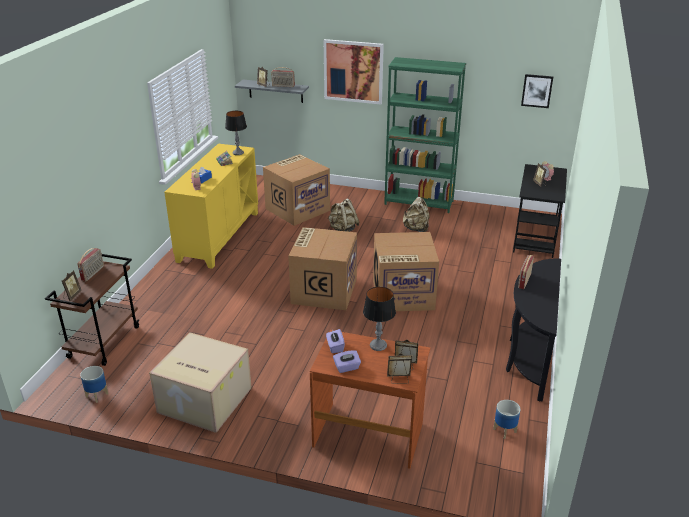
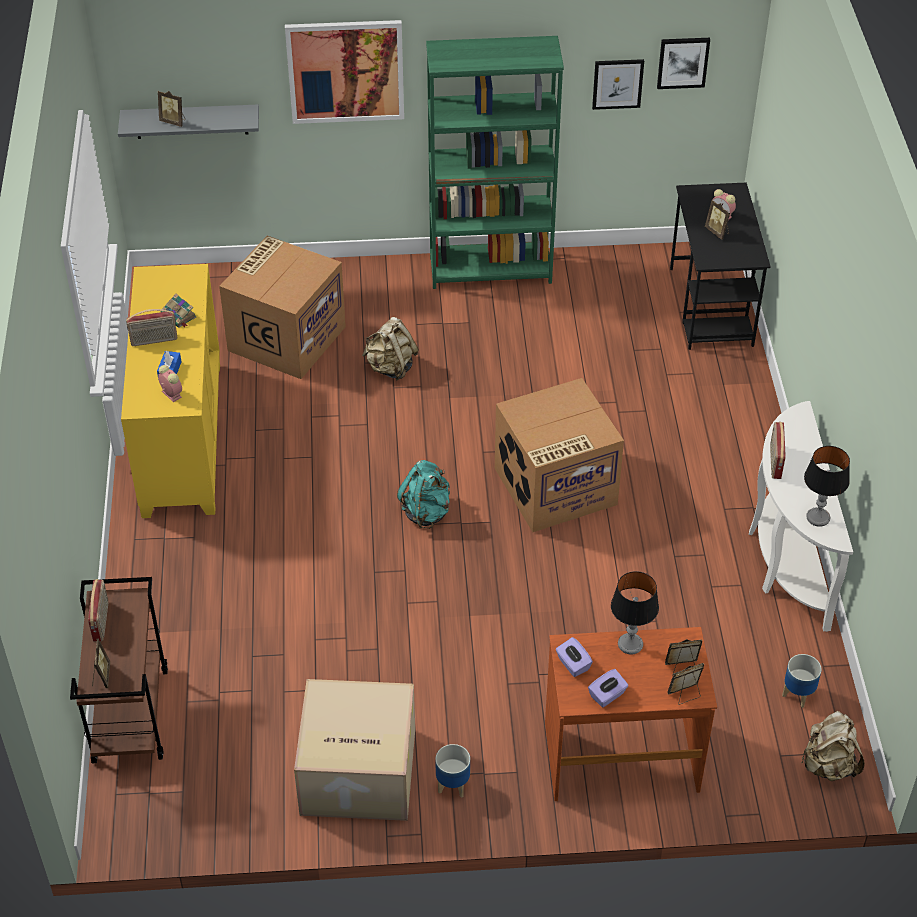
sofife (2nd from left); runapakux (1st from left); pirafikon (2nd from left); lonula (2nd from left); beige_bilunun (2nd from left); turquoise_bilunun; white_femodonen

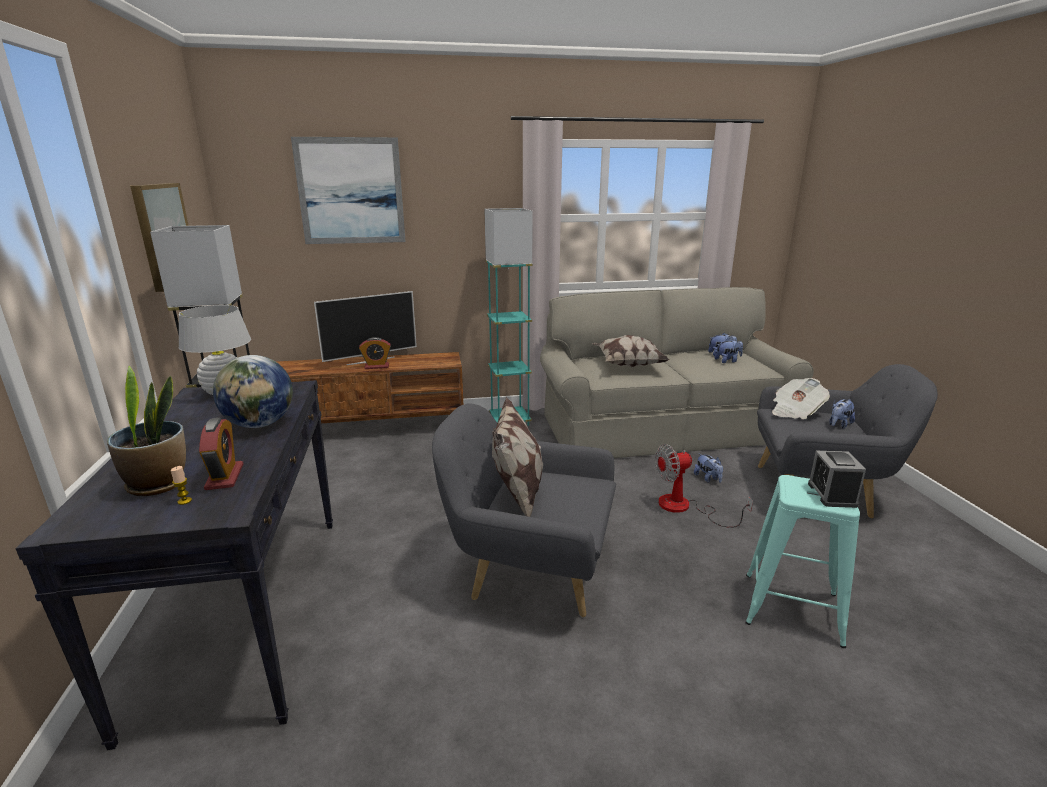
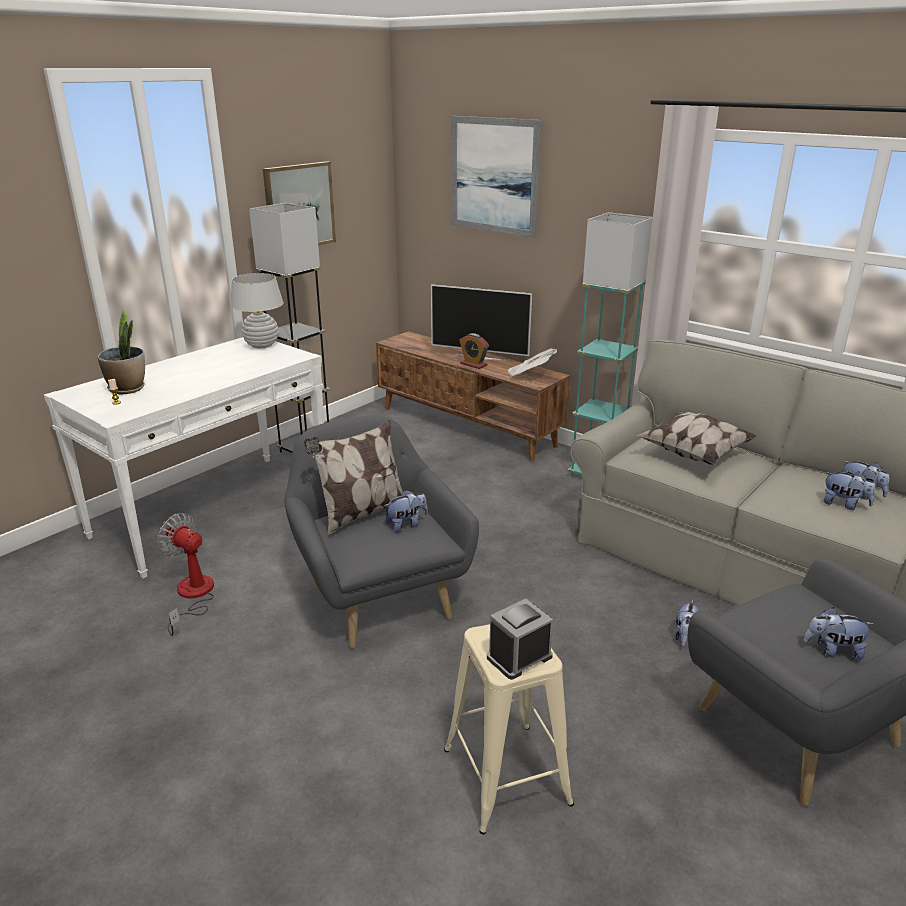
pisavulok (1st from left in the first image); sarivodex; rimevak (1st from left); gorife; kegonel; white_femodonen; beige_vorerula

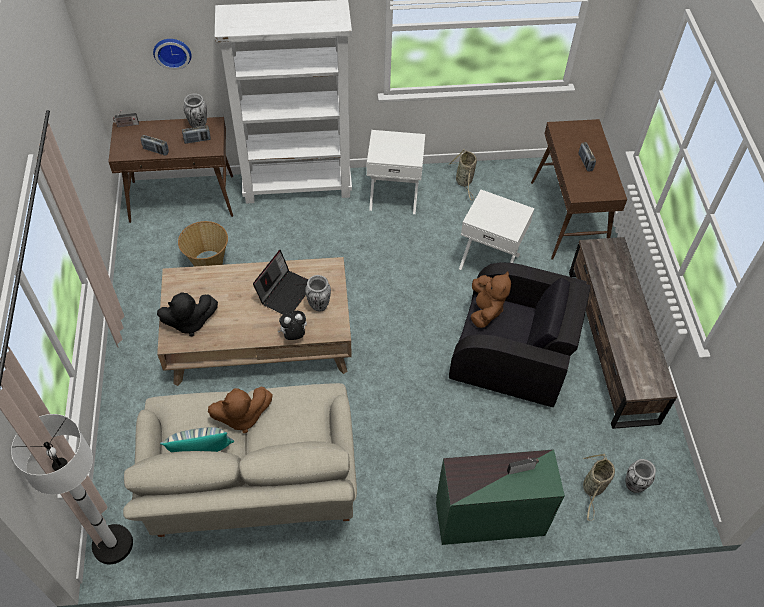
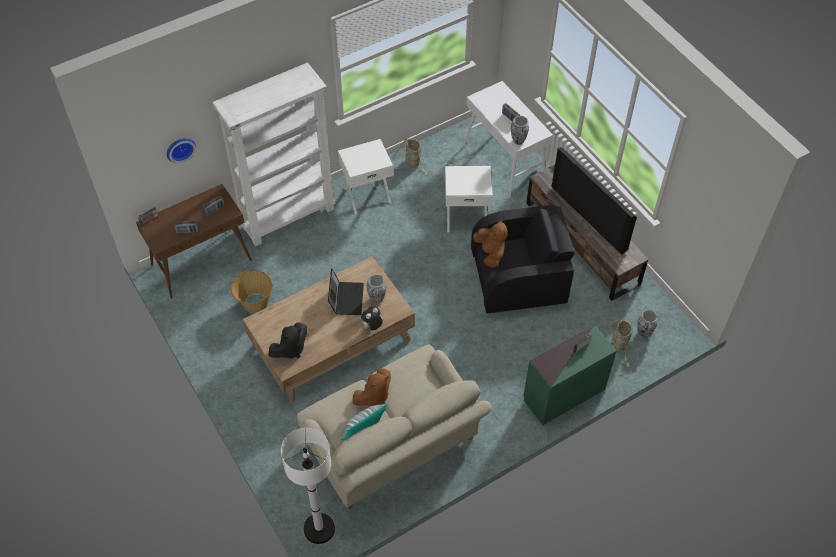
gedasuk; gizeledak (2nd from left); white_femodonen

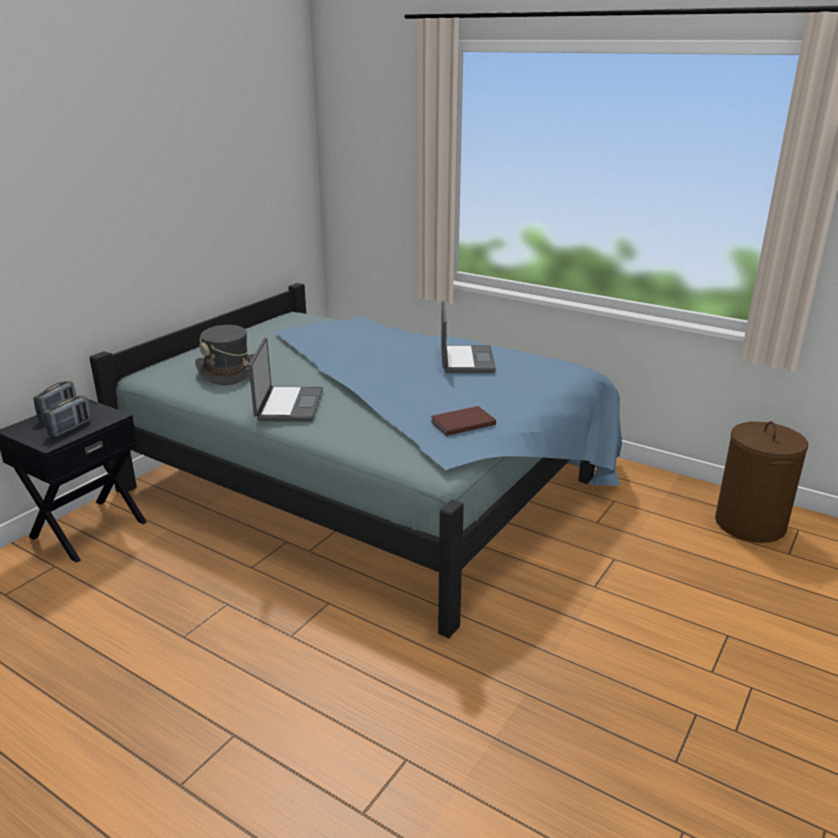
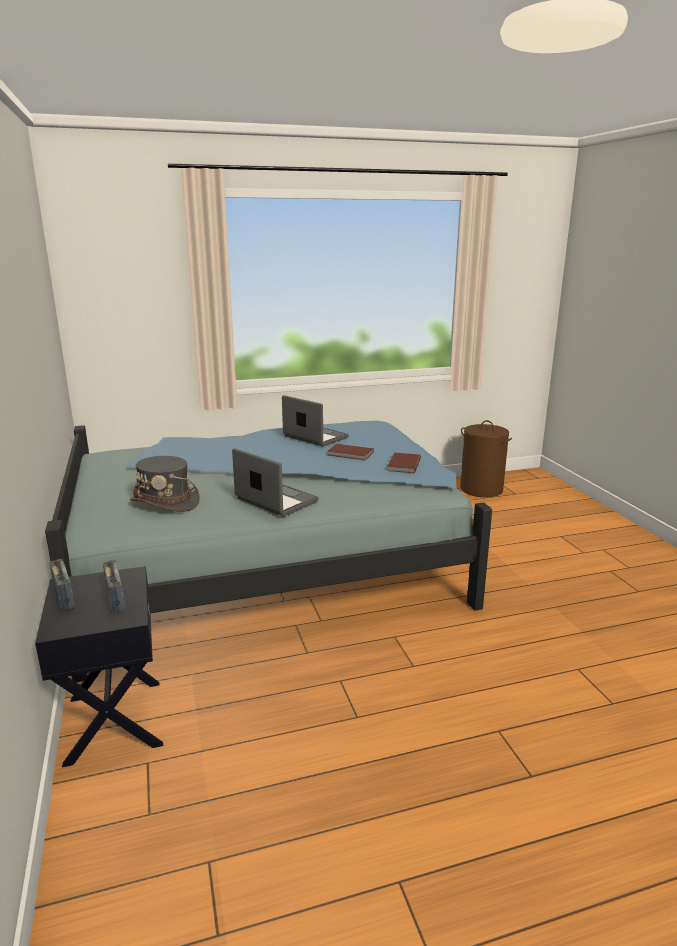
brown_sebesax (1st from left)

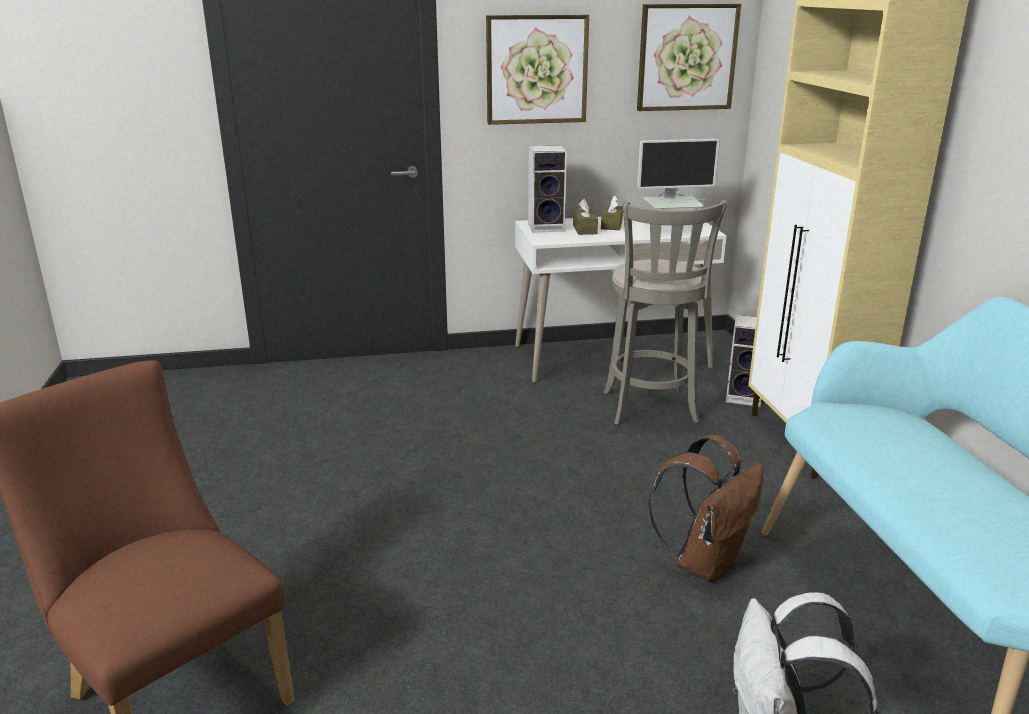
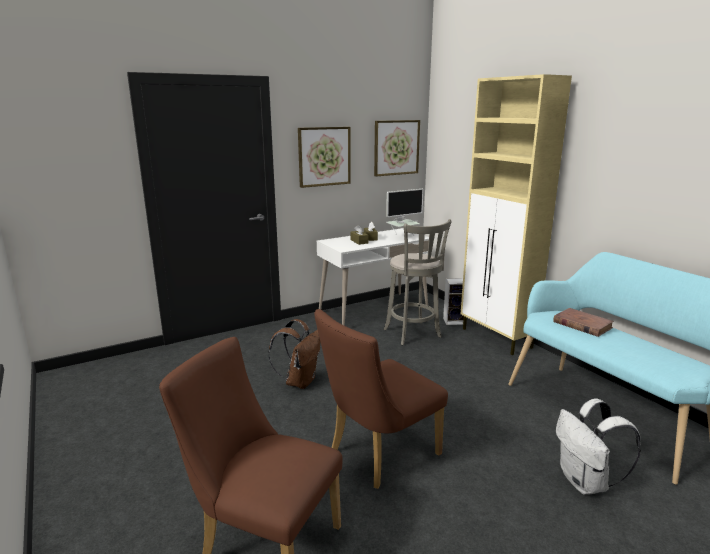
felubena (1st from left in the first image); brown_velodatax (2nd from left); brown_sebesax; brown_bilunun

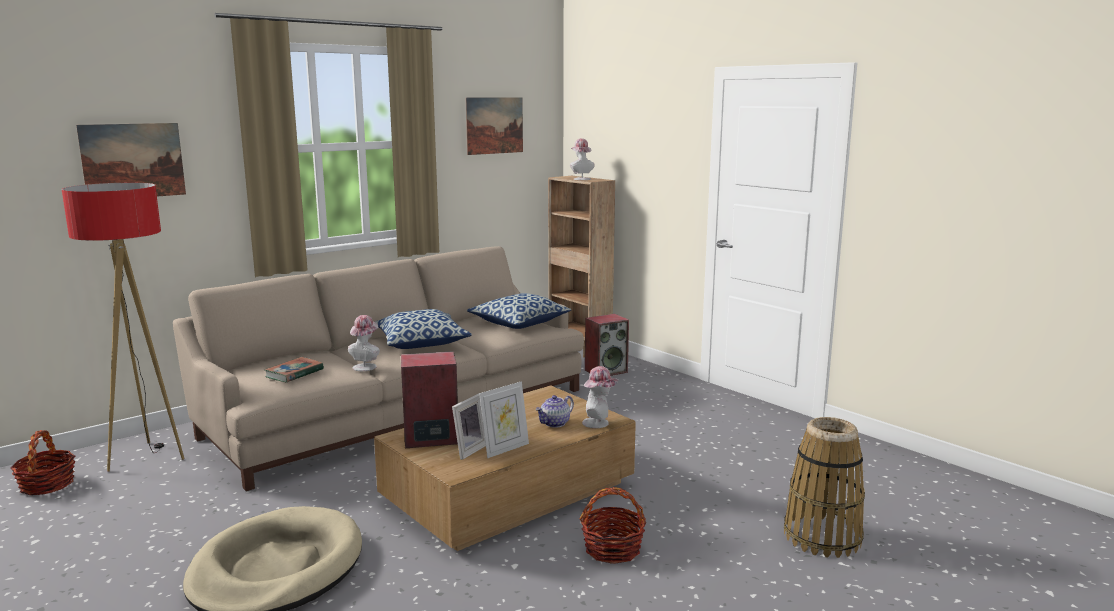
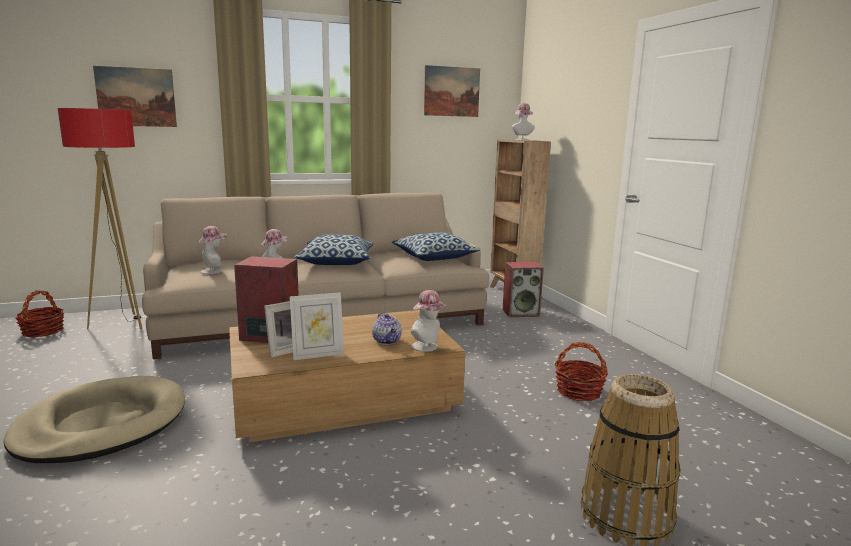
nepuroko (2nd from left); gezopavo (1st from left); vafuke

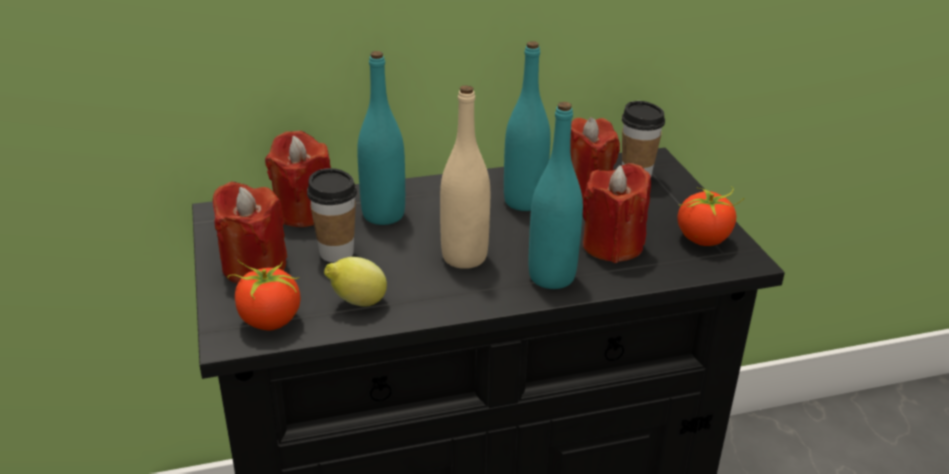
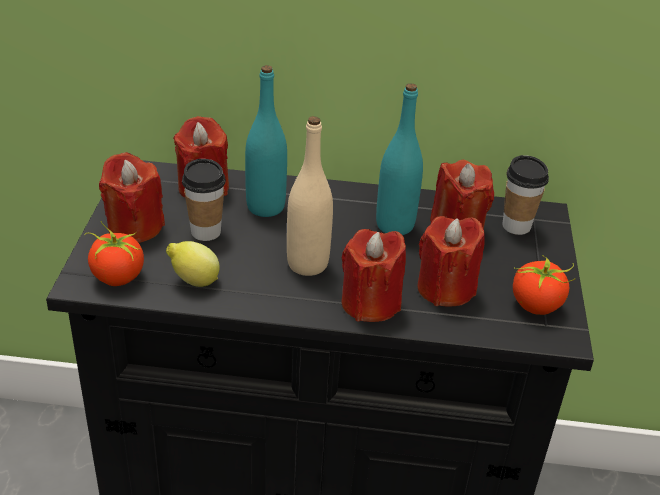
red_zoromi (3rd from left)

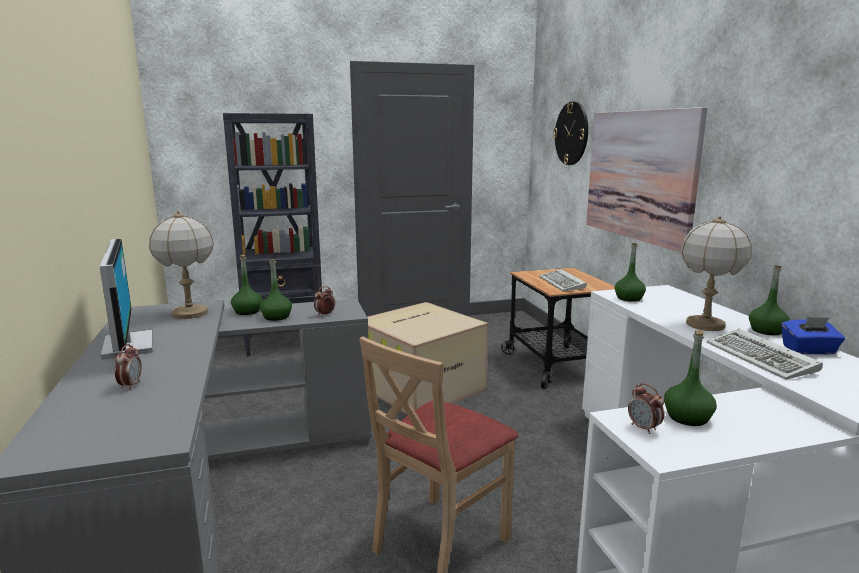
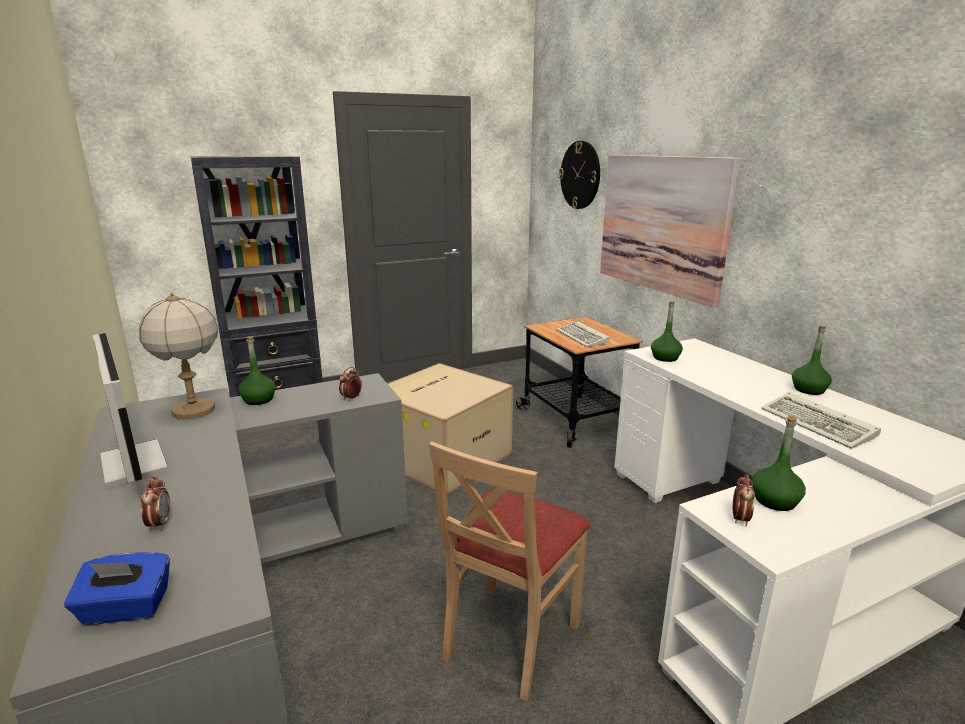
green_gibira (2nd from left in the first image); pirafikon (2nd from left in the first image); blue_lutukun; pisavulok (3rd from left)

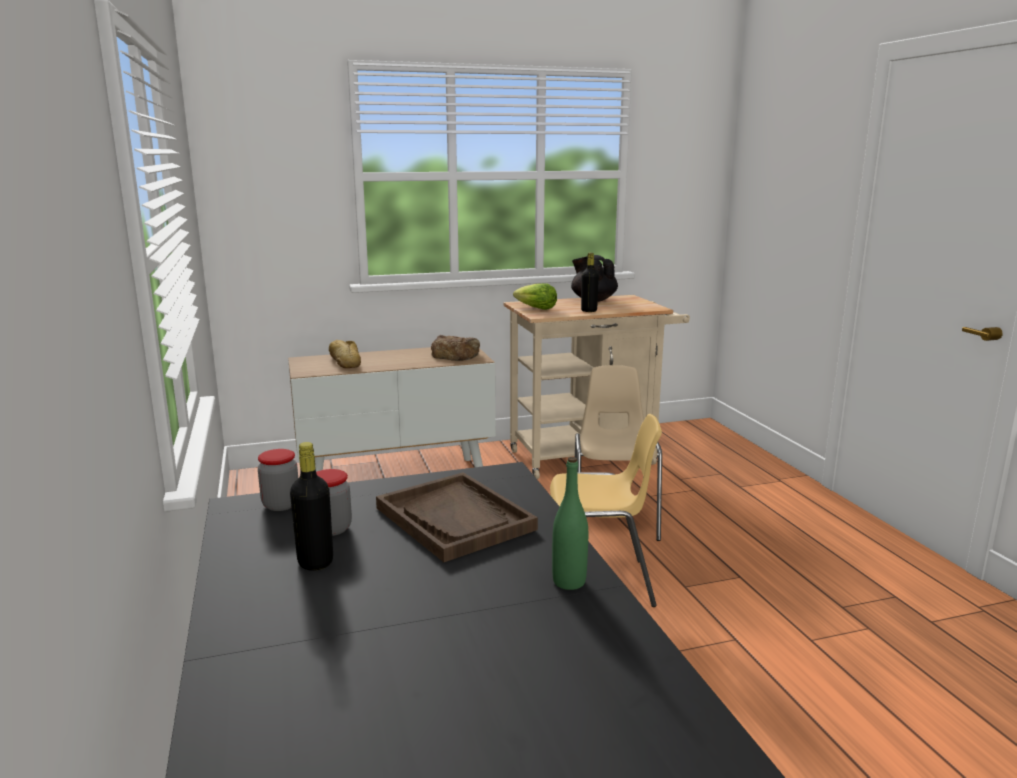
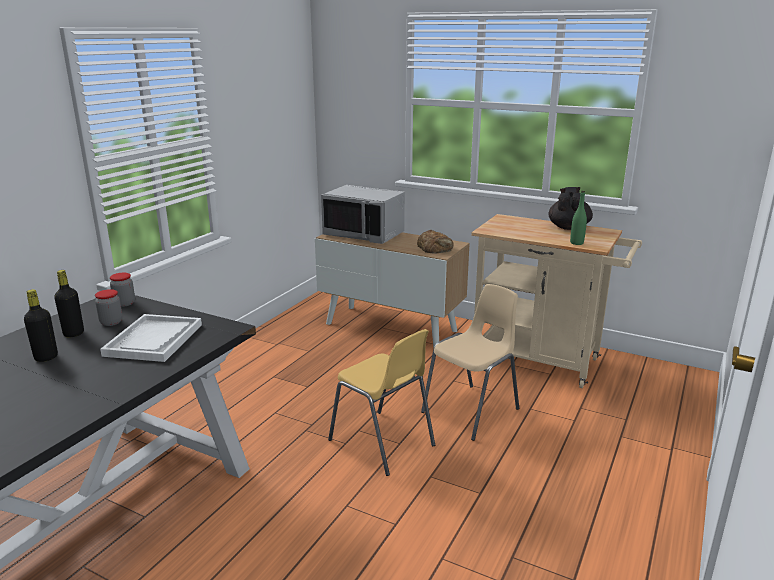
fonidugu; green_gibira; black_gibira (1st from left); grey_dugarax; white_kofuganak

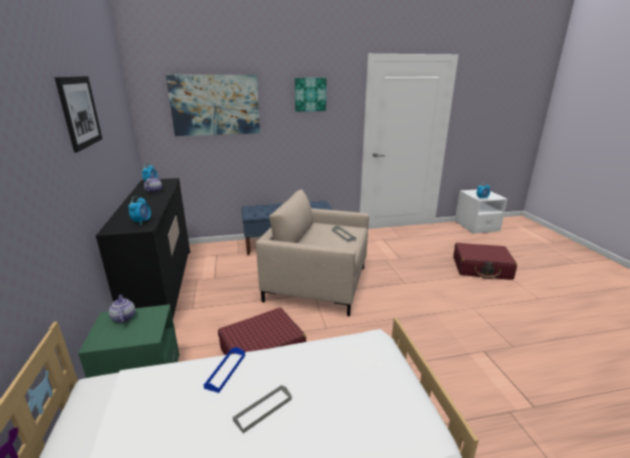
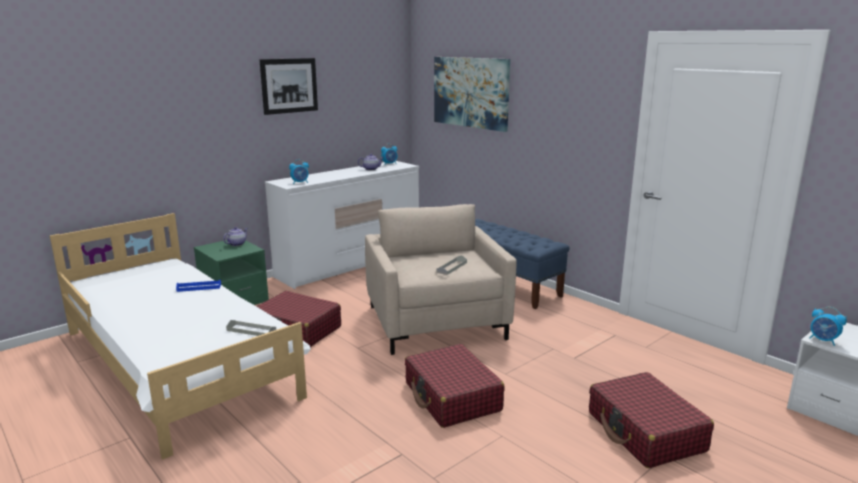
sofife (3rd from left in the first image); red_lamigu (2nd from left); grey_kofuganak (1st from left); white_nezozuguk

